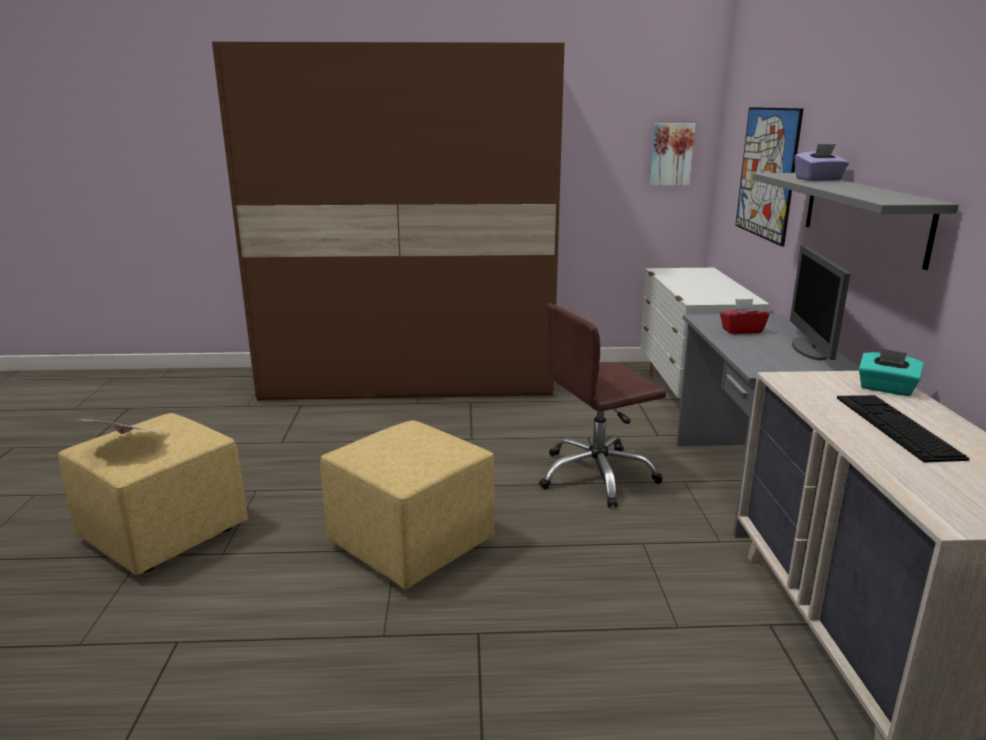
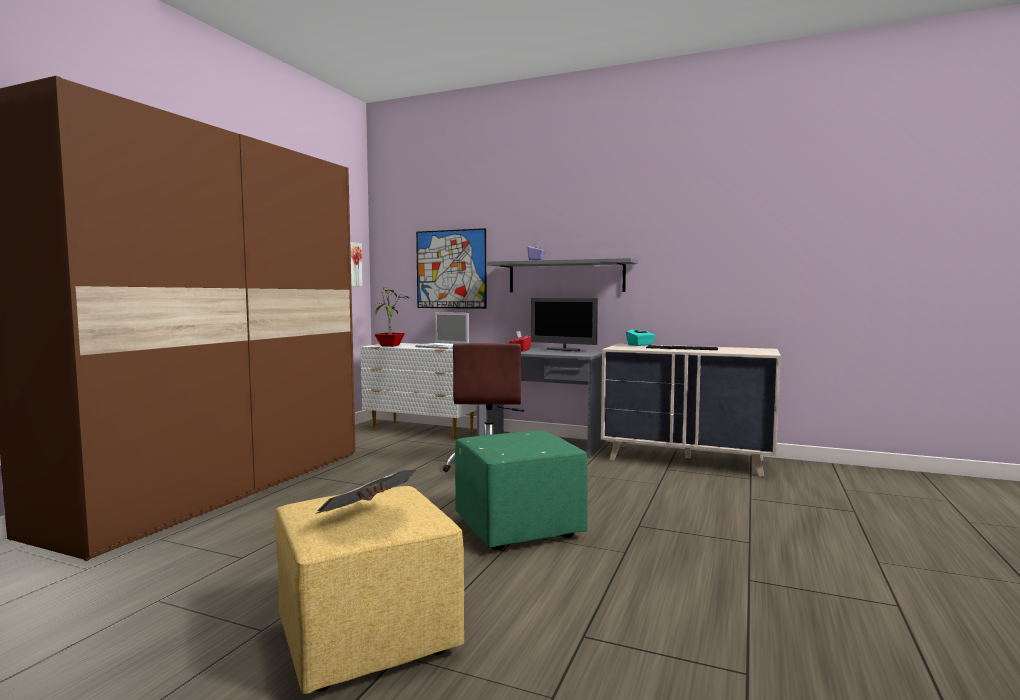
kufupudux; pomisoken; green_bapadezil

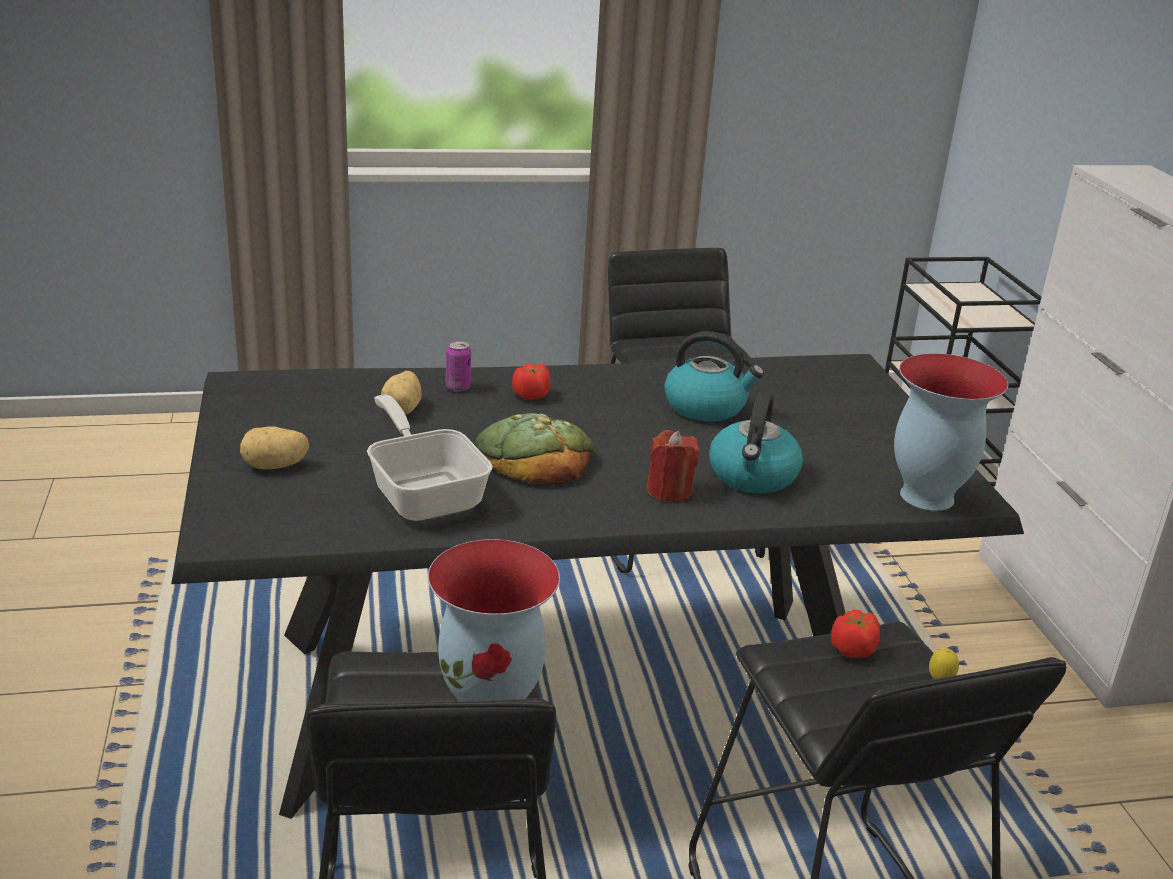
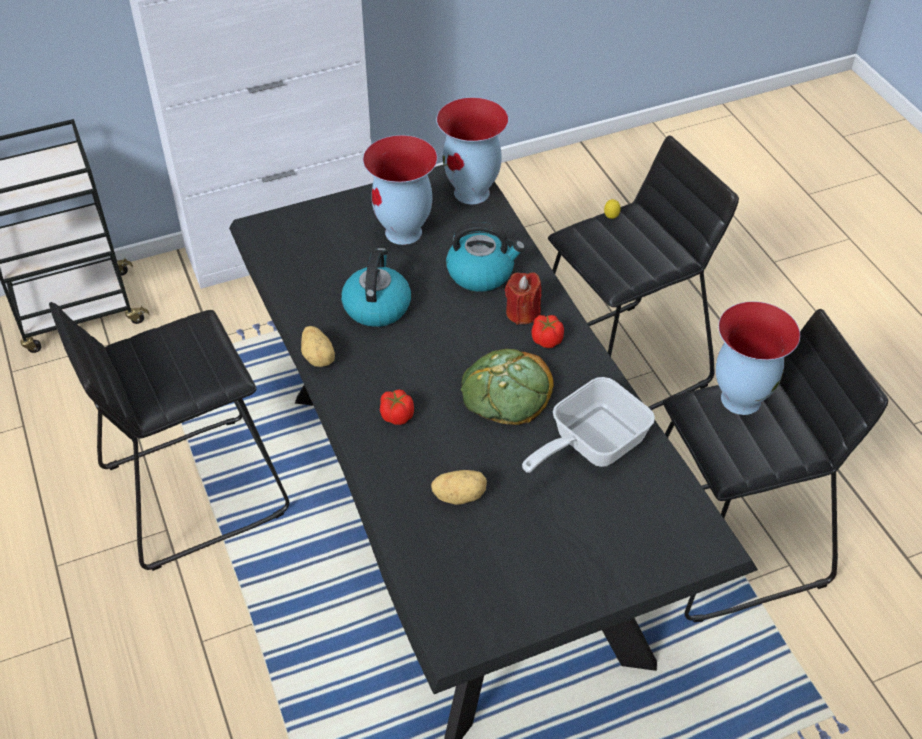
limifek; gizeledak (1st from left); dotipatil (1st from left); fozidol (2nd from left)

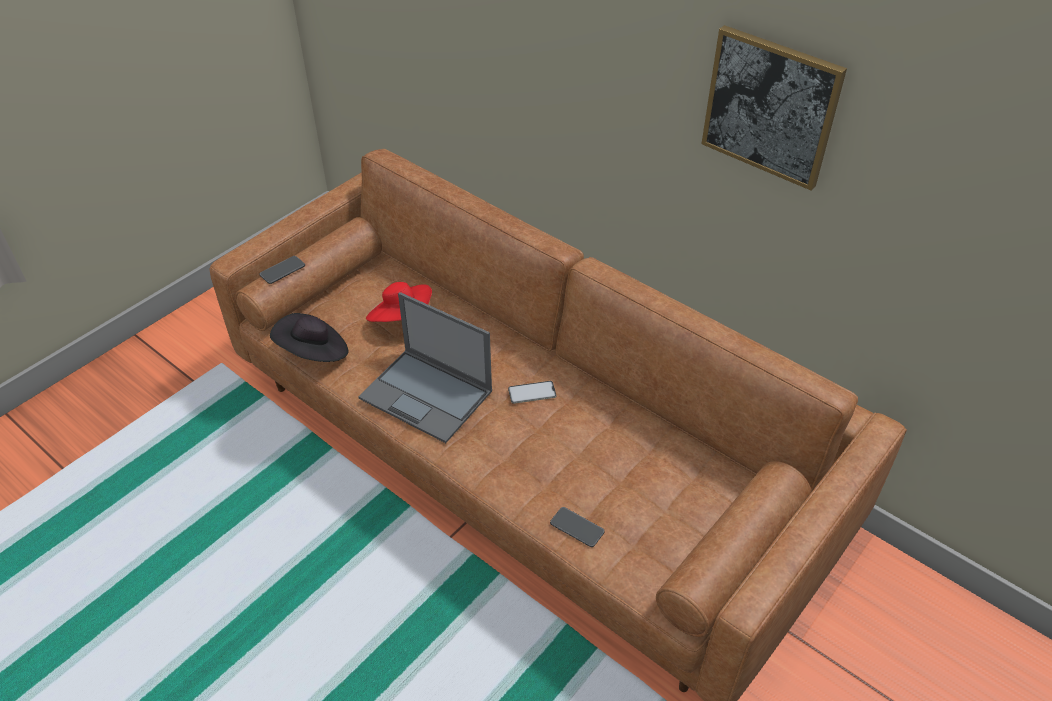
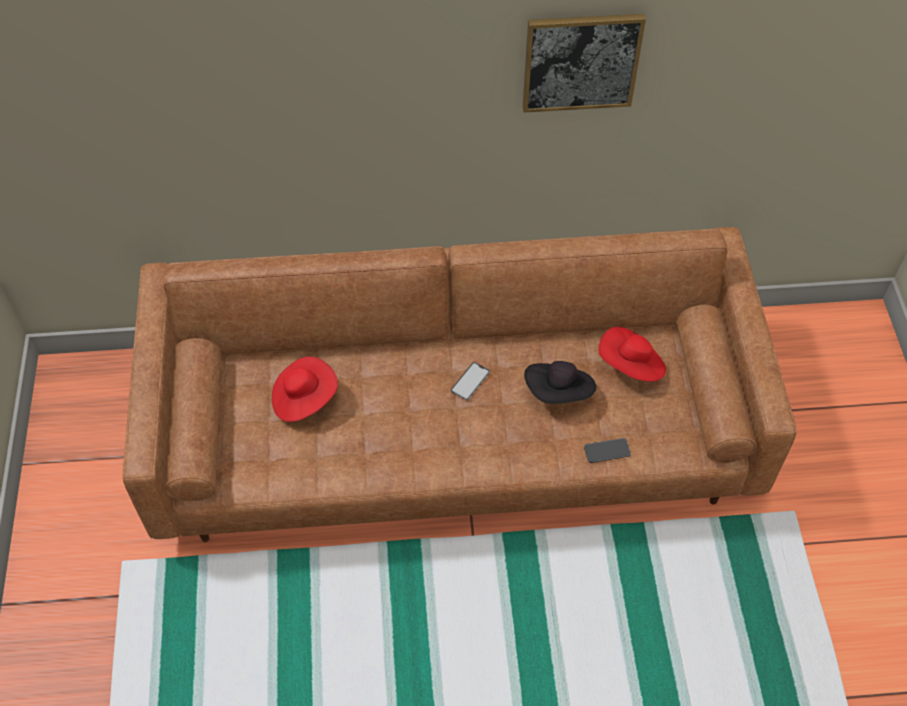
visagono (1st from left in the first image); pomisoken; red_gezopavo (2nd from left); black_gezopavo

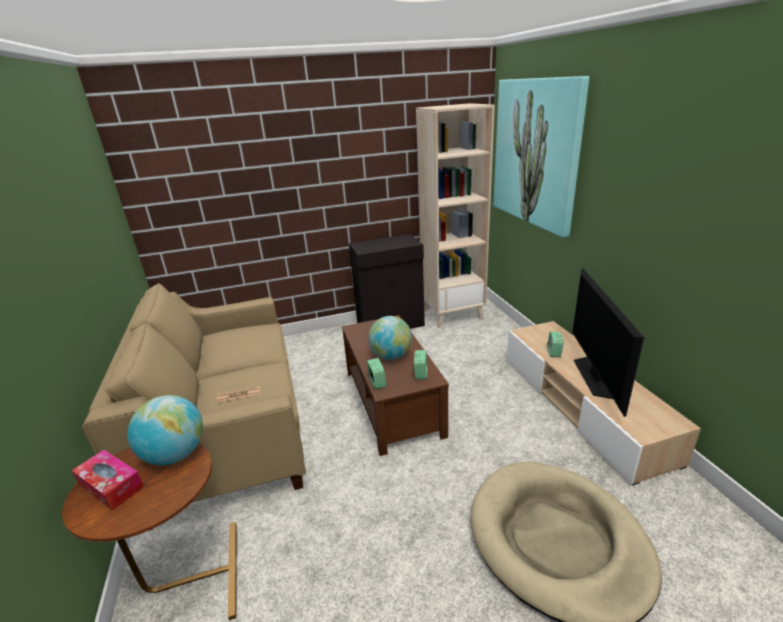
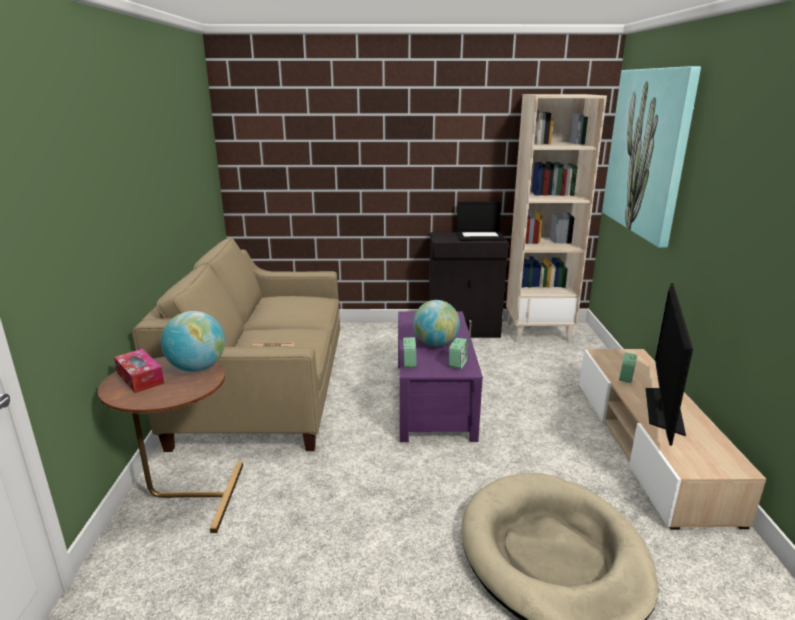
pomisoken; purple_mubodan

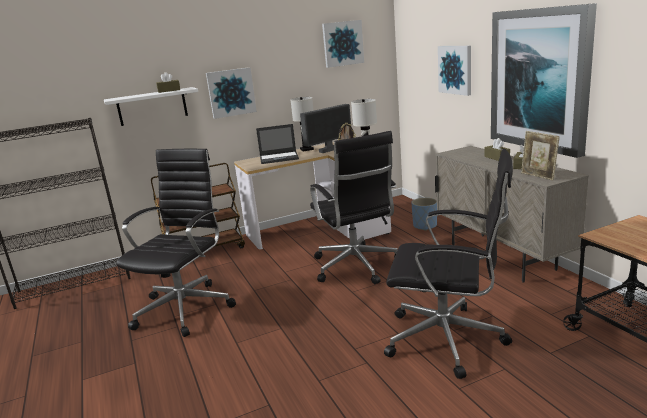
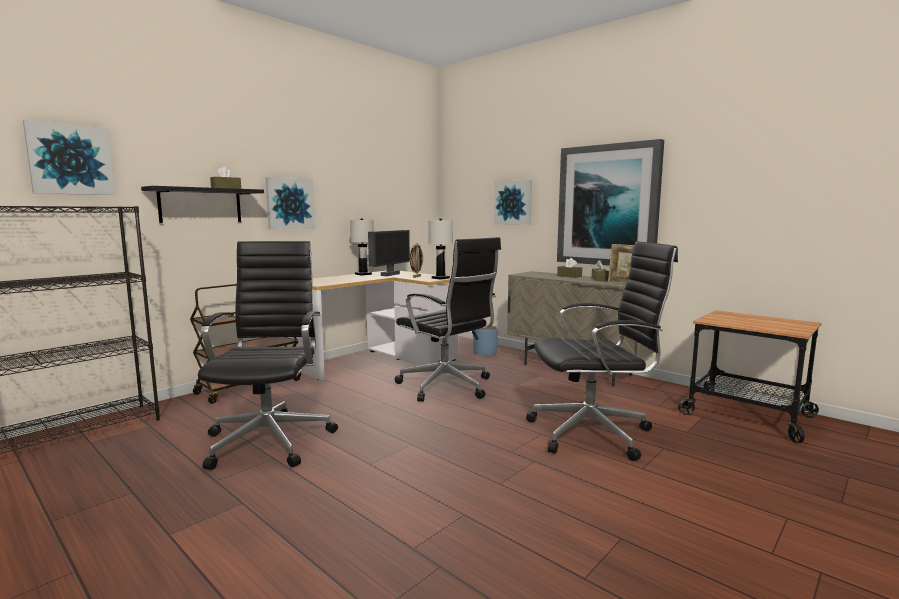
pomisoken; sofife (1st from left); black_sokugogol

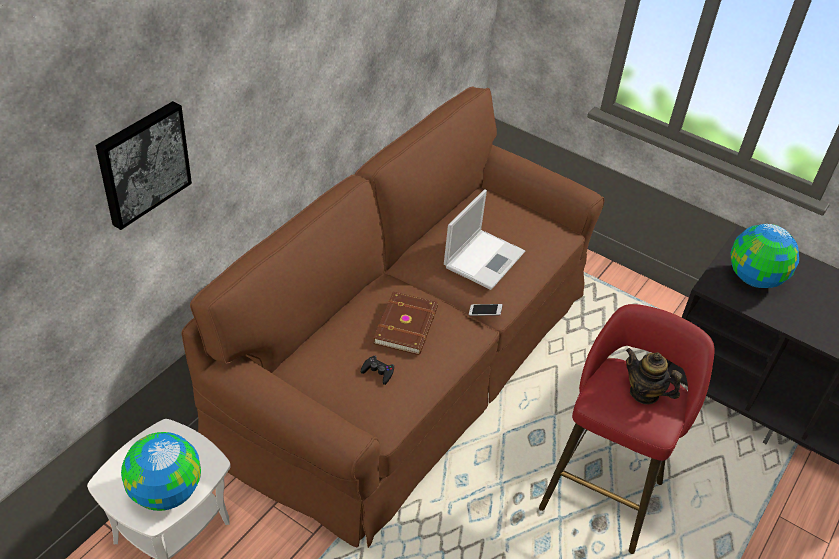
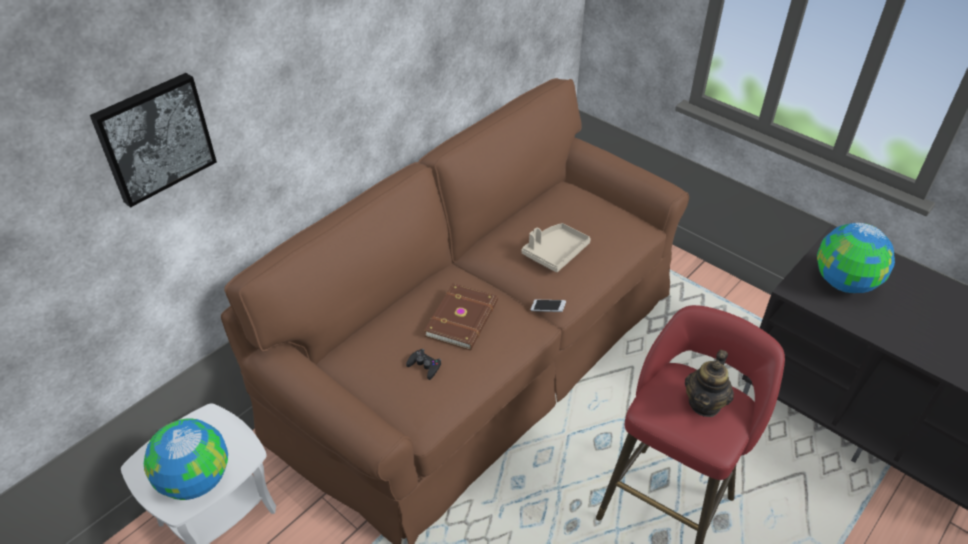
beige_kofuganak; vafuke

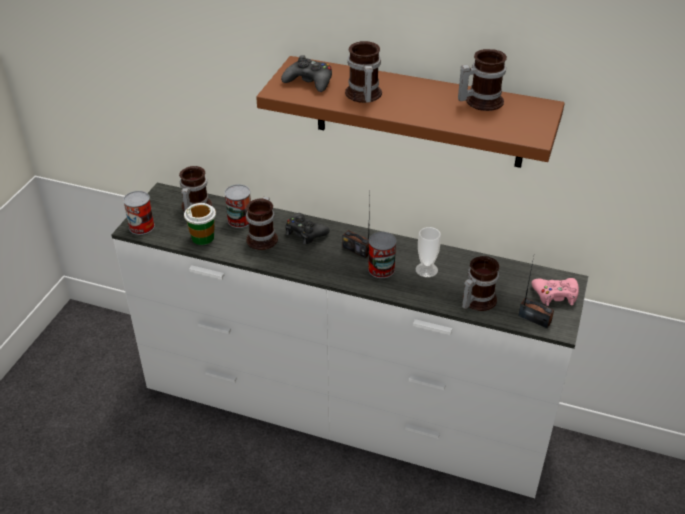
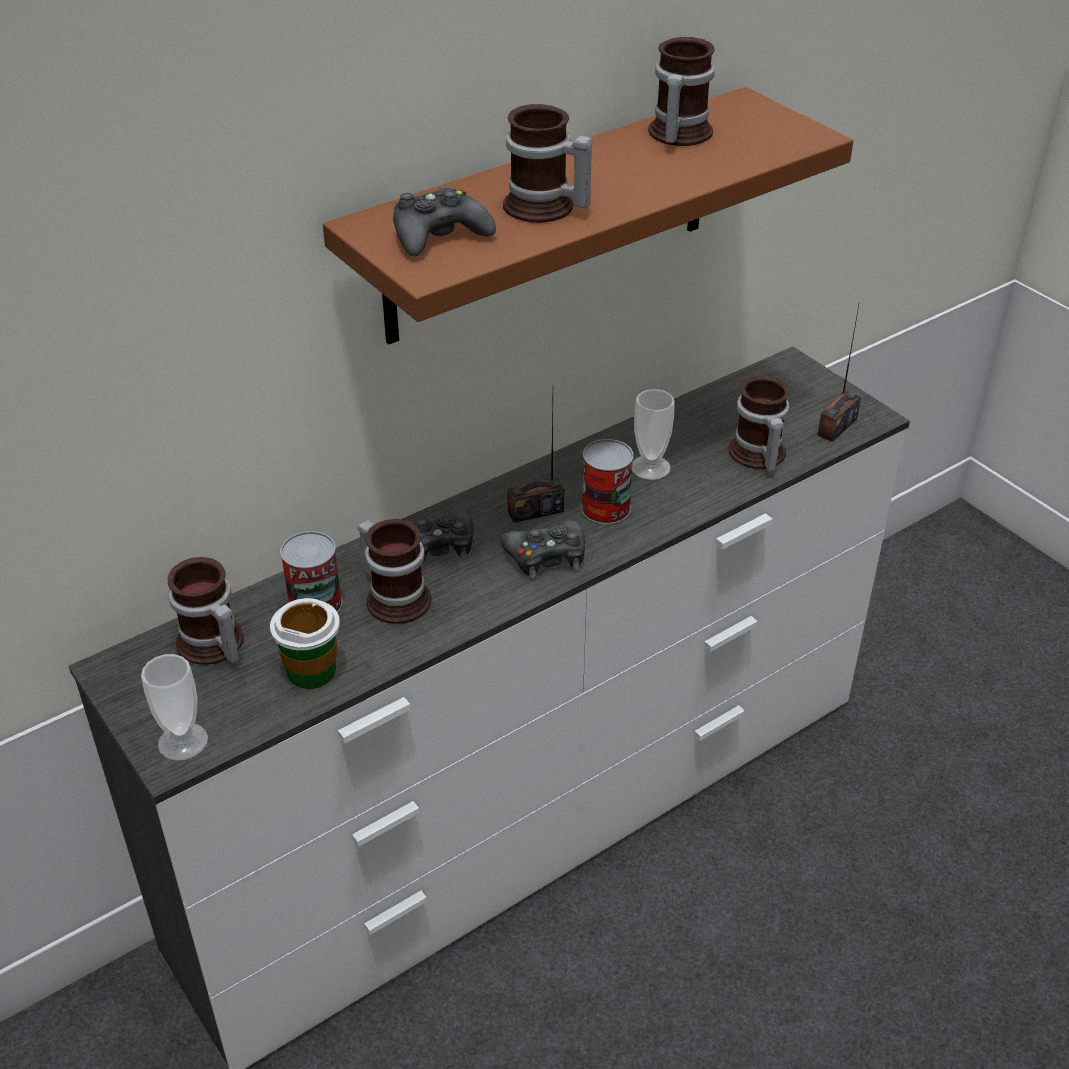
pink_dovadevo; black_dovadevo (3rd from left); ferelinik (1st from left); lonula (2nd from left)

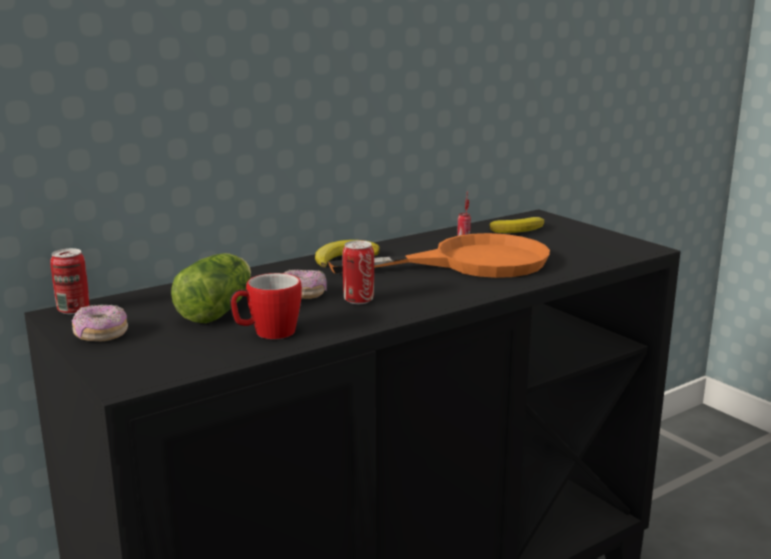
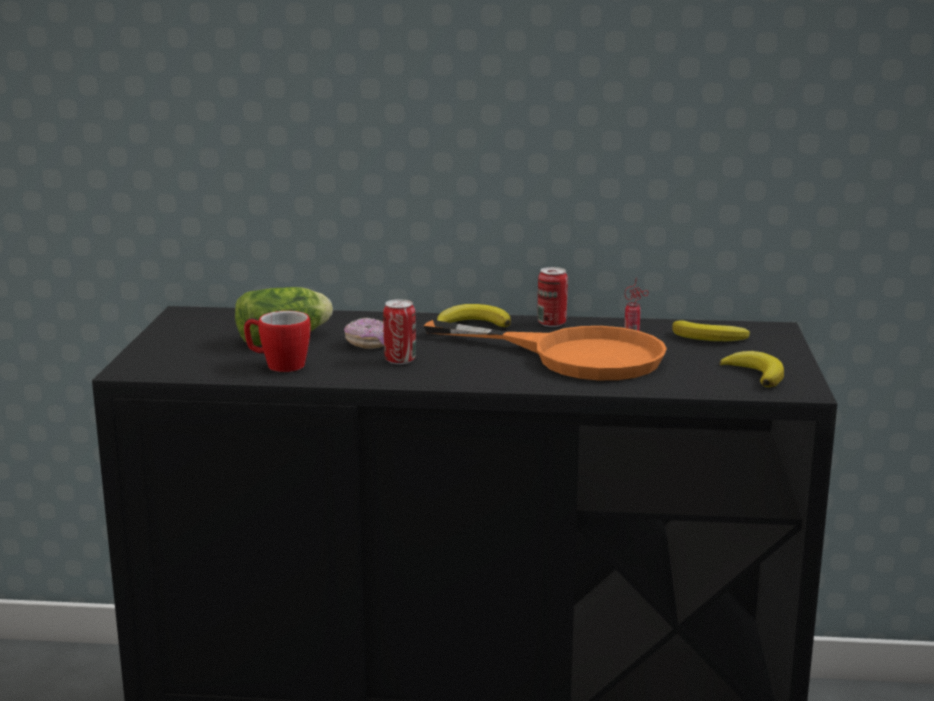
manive (1st from left in the first image); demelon (3rd from left); limifek (2nd from left)

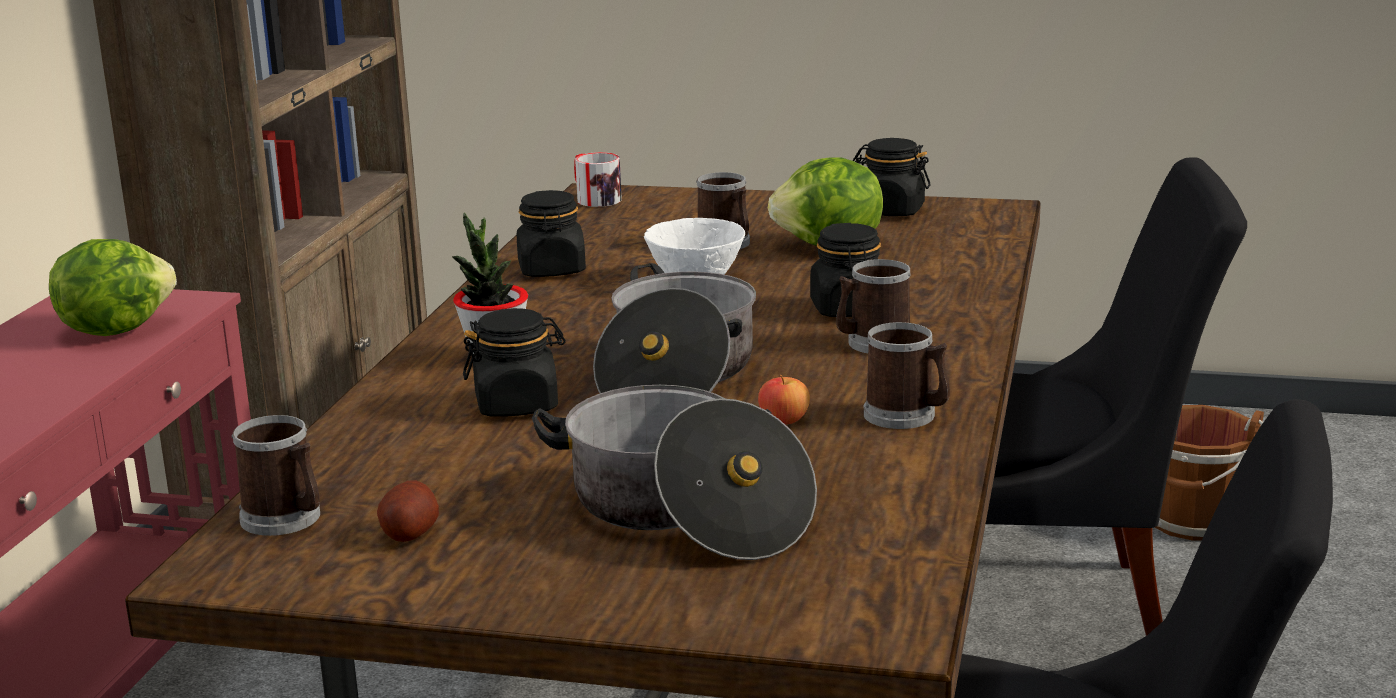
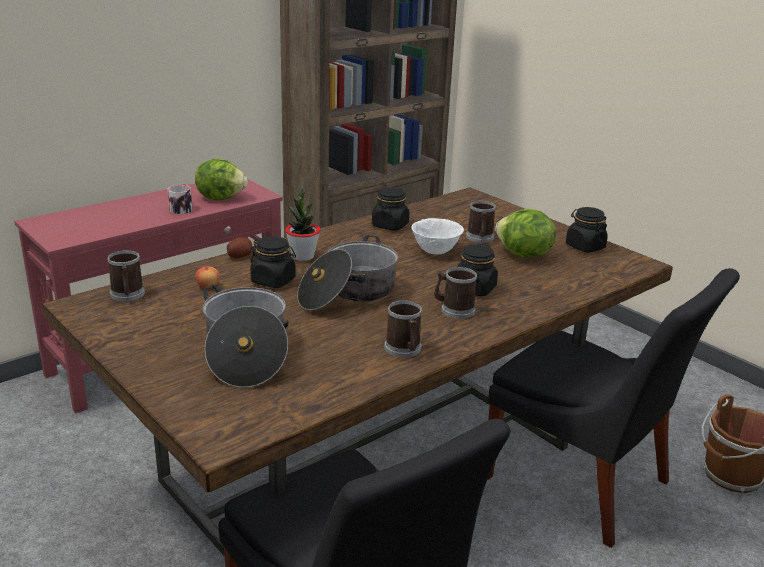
dotipatil; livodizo (2nd from left); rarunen

